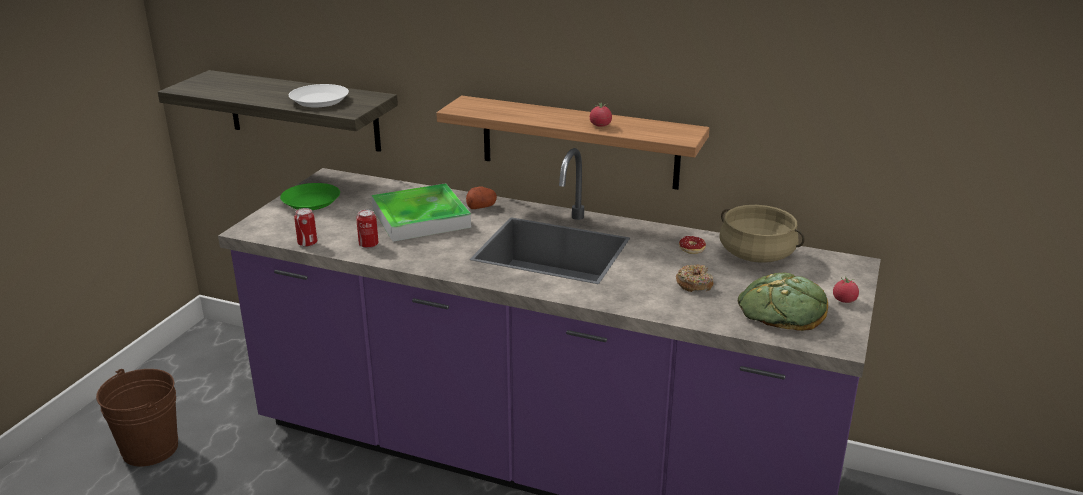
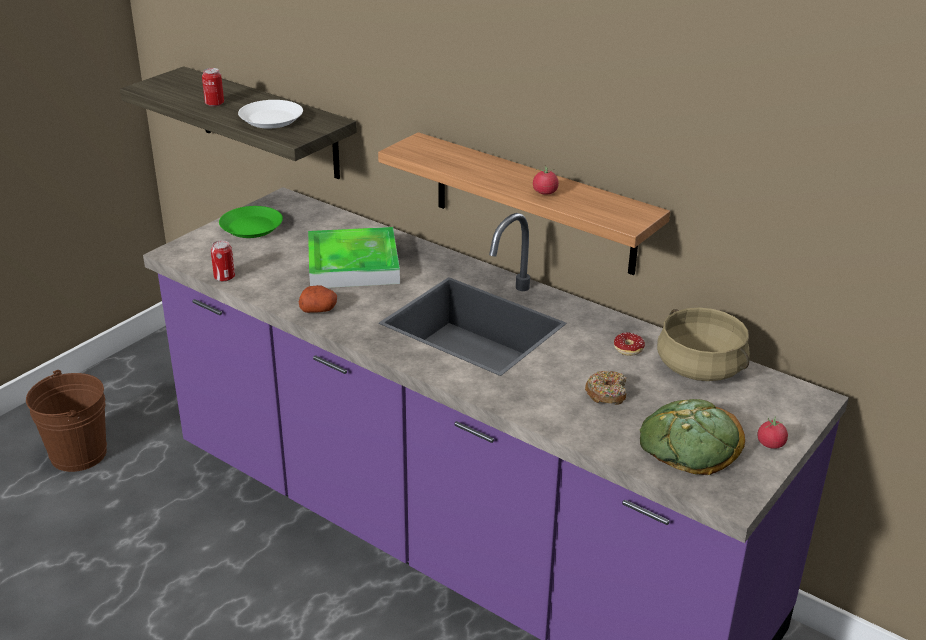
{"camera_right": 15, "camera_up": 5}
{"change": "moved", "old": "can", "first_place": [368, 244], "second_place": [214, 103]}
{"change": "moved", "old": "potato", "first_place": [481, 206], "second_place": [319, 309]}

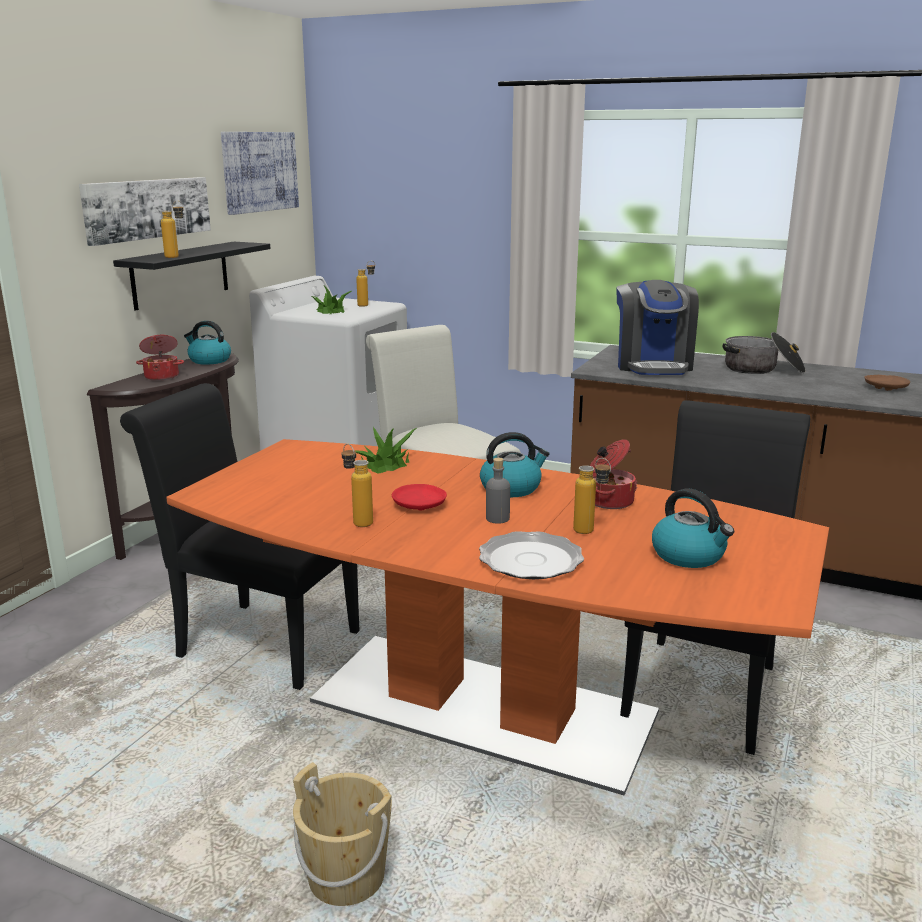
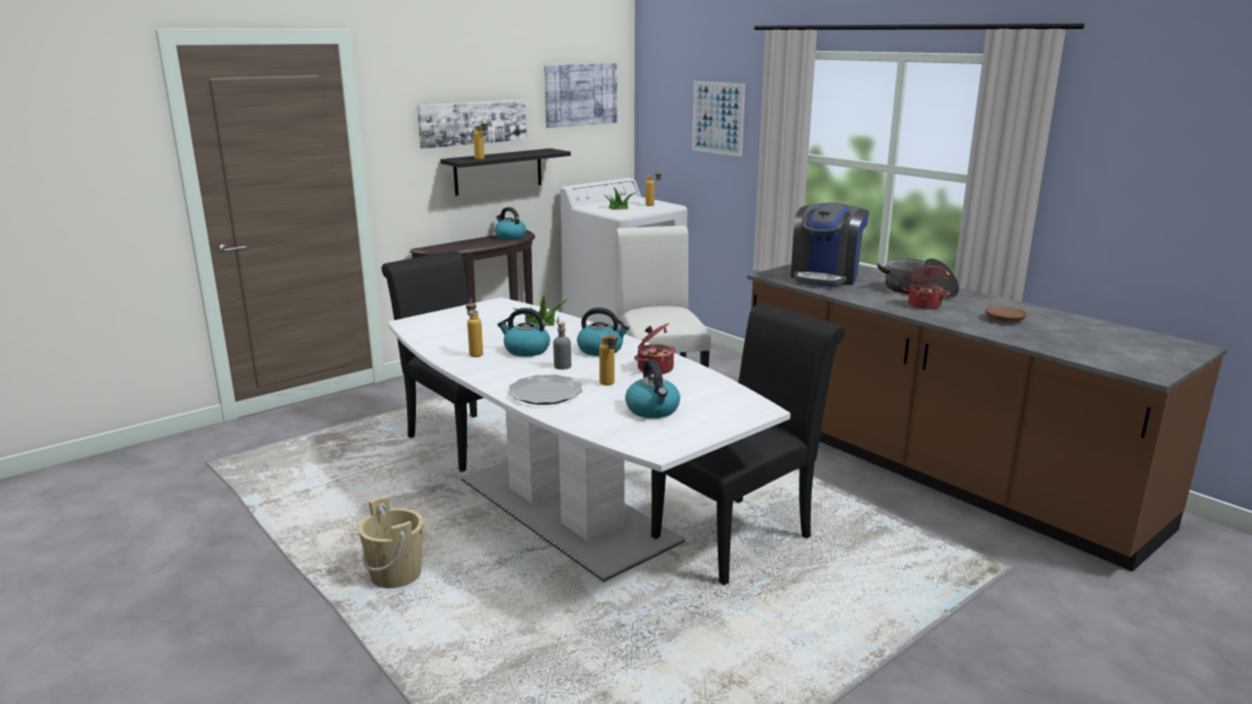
{"camera_right": 25, "camera_up": 0}
{"change": "recoloured", "old": "orange dining table", "new": "white dining table", "first_place": [481, 707], "second_place": [565, 509]}
{"change": "replaced", "old": "red plate", "new": "kettle", "first_place": [420, 505], "second_place": [526, 350]}
{"change": "added", "new": "picture", "second_place": [717, 118]}
{"change": "moved", "old": "cooking pot", "first_place": [162, 376], "second_place": [924, 305]}

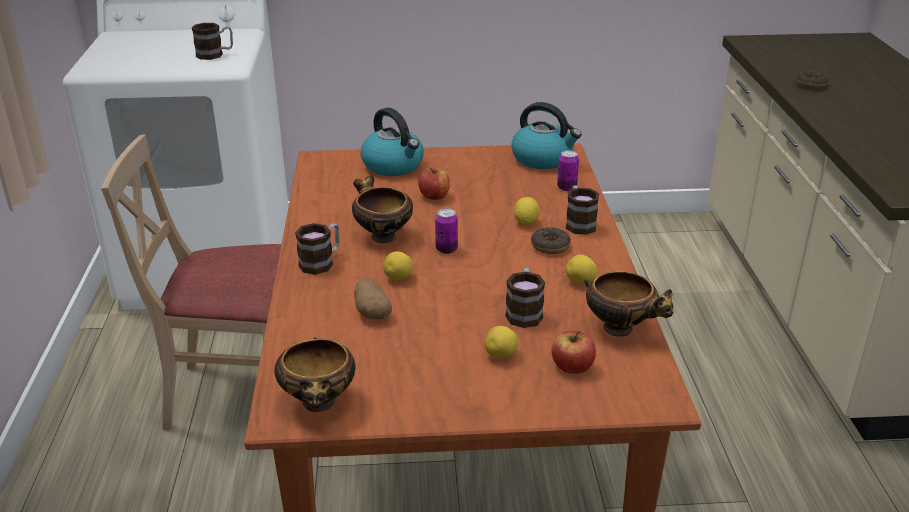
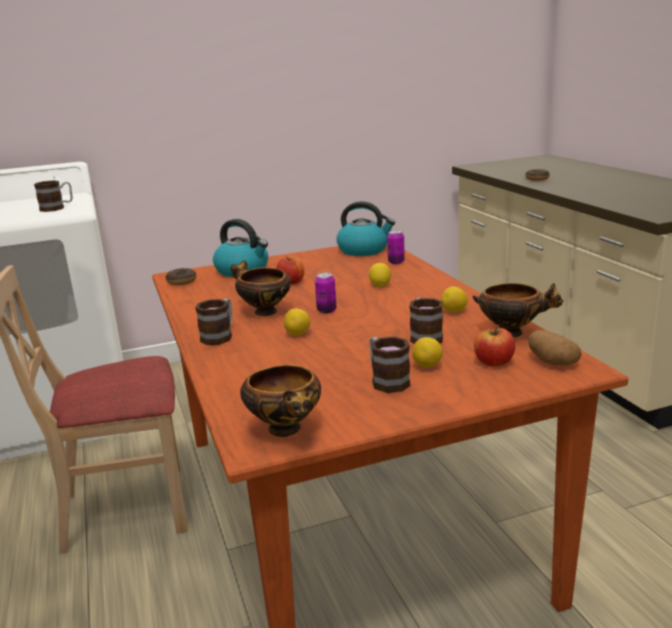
{"camera_right": -15, "camera_up": -10}
{"change": "moved", "old": "donut", "first_place": [550, 246], "second_place": [181, 281]}
{"change": "moved", "old": "mug", "first_place": [578, 223], "second_place": [386, 380]}
{"change": "moved", "old": "potato", "first_place": [371, 311], "second_place": [551, 362]}

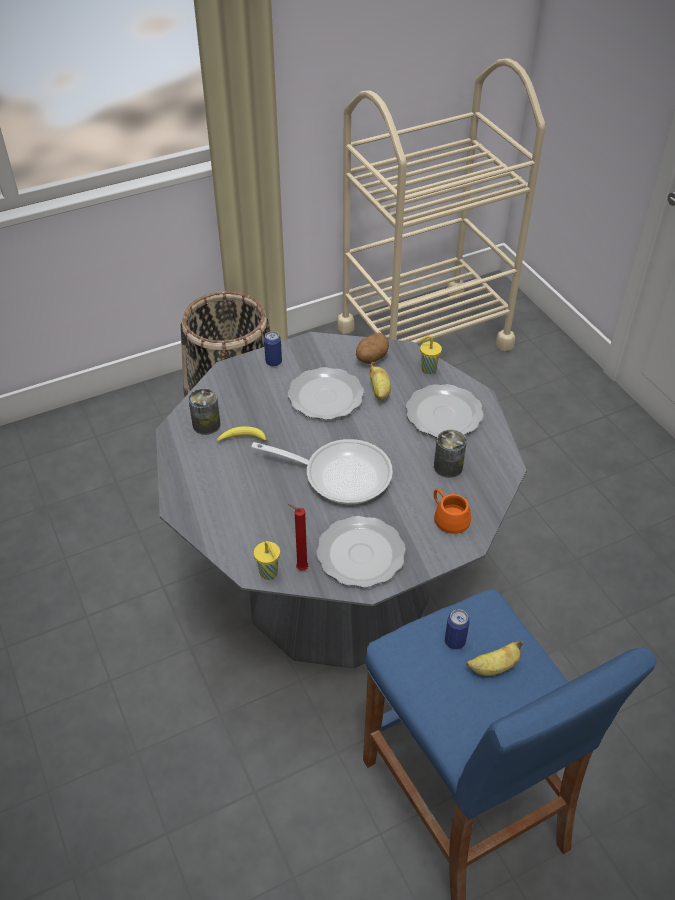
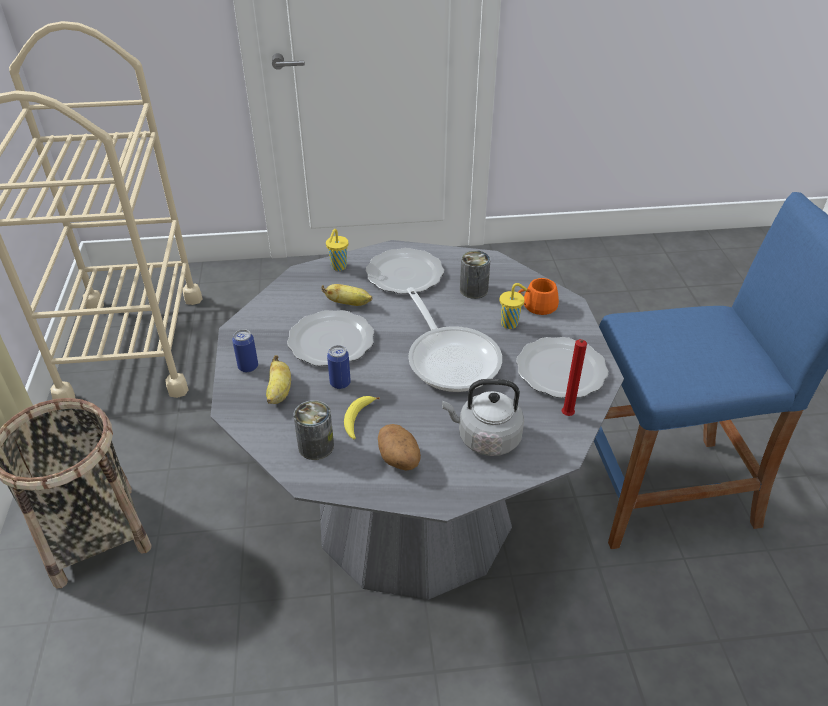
{"camera_right": -70, "camera_up": -5}
{"change": "moved", "old": "banana", "first_place": [493, 667], "second_place": [279, 392]}
{"change": "moved", "old": "can", "first_place": [455, 641], "second_place": [340, 383]}
{"change": "moved", "old": "potato", "first_place": [371, 358], "second_place": [399, 460]}
{"change": "turned", "old": "frying pan", "first_place": [340, 474], "second_place": [451, 358], "degrees": 120}
{"change": "added", "new": "grey kettle", "second_place": [485, 438]}
{"change": "moved", "old": "yellow cup", "first_place": [269, 573], "second_place": [510, 324]}

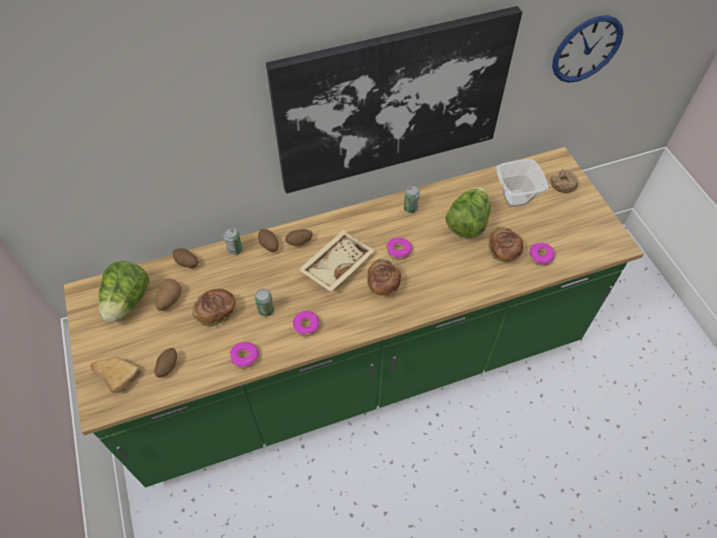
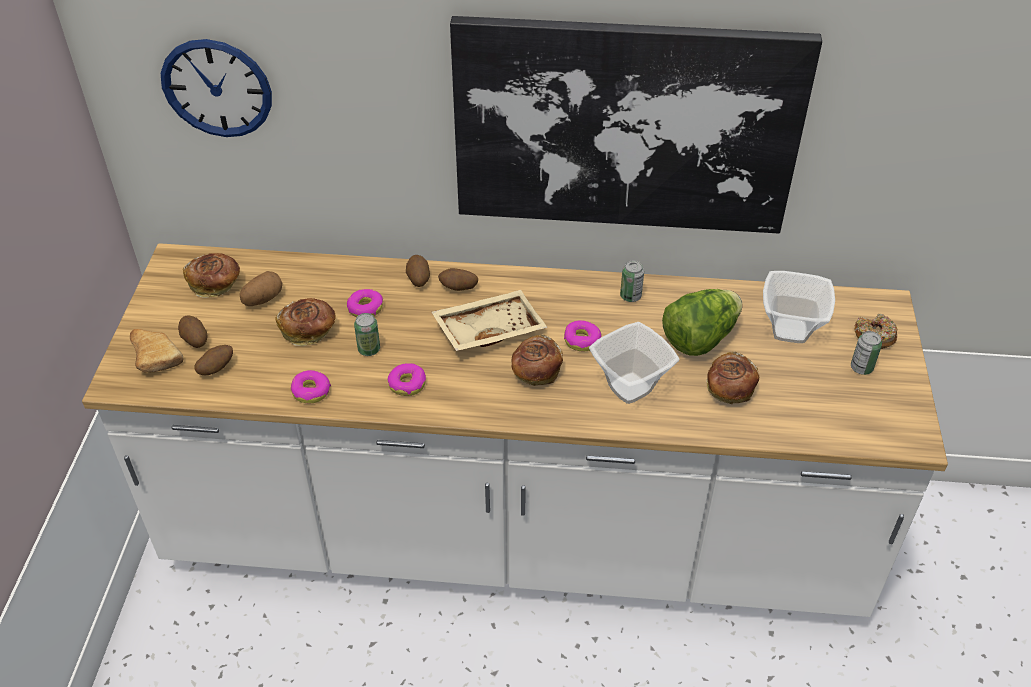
{"camera_right": 25, "camera_up": -10}
{"change": "recoloured", "old": "green counter", "new": "white counter", "first_place": [358, 368], "second_place": [515, 533]}
{"change": "moved", "old": "wall clock", "first_place": [586, 49], "second_place": [217, 88]}
{"change": "moved", "old": "potato", "first_place": [187, 263], "second_place": [195, 340]}
{"change": "replaced", "old": "lettuce", "new": "bread", "first_place": [128, 301], "second_place": [215, 284]}
{"change": "moved", "old": "donut", "first_place": [540, 256], "second_place": [365, 308]}
{"change": "added", "new": "bowl", "second_place": [632, 389]}
{"change": "moved", "old": "can", "first_place": [235, 250], "second_place": [861, 368]}

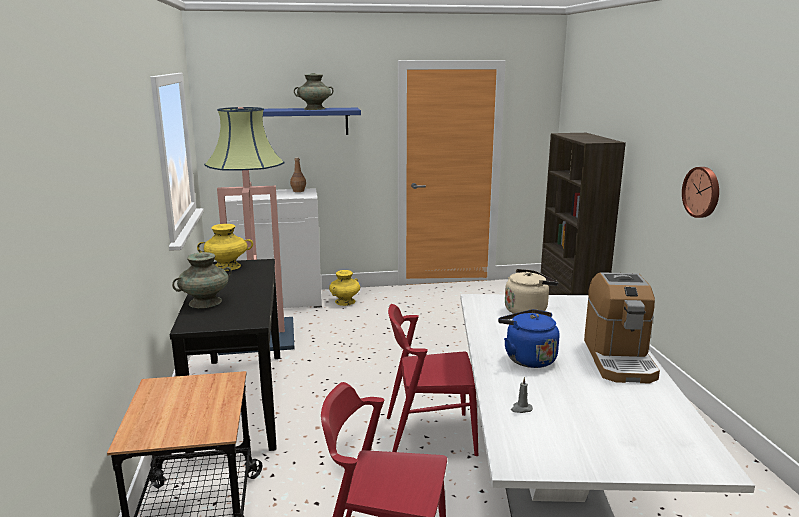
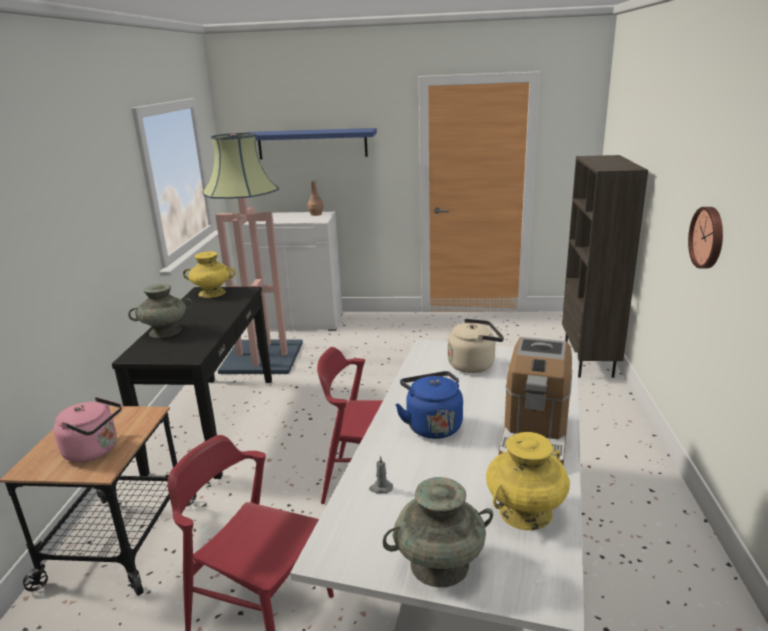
{"camera_right": 15, "camera_up": 5}
{"change": "added", "new": "pink kettle", "second_place": [95, 450]}
{"change": "moved", "old": "turquoise vase", "first_place": [314, 109], "second_place": [439, 565]}
{"change": "moved", "old": "yellow vase", "first_place": [345, 301], "second_place": [525, 511]}

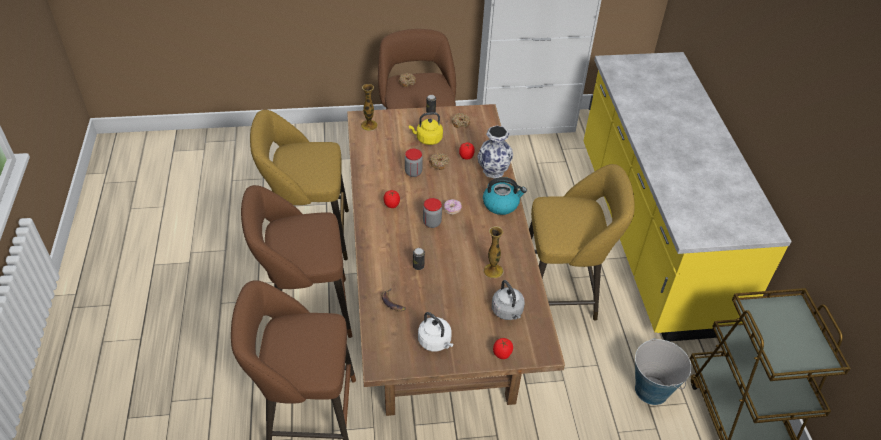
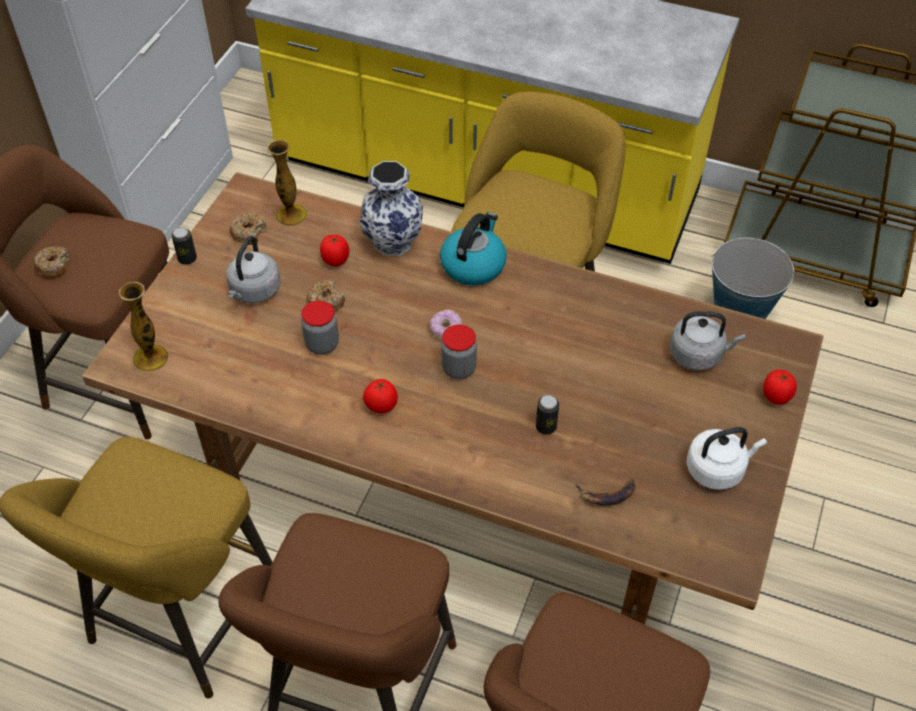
{"camera_right": -60, "camera_up": 5}
{"change": "recoloured", "old": "yellow kettle", "new": "grey kettle", "first_place": [427, 139], "second_place": [254, 292]}
{"change": "moved", "old": "vase", "first_place": [493, 271], "second_place": [291, 215]}

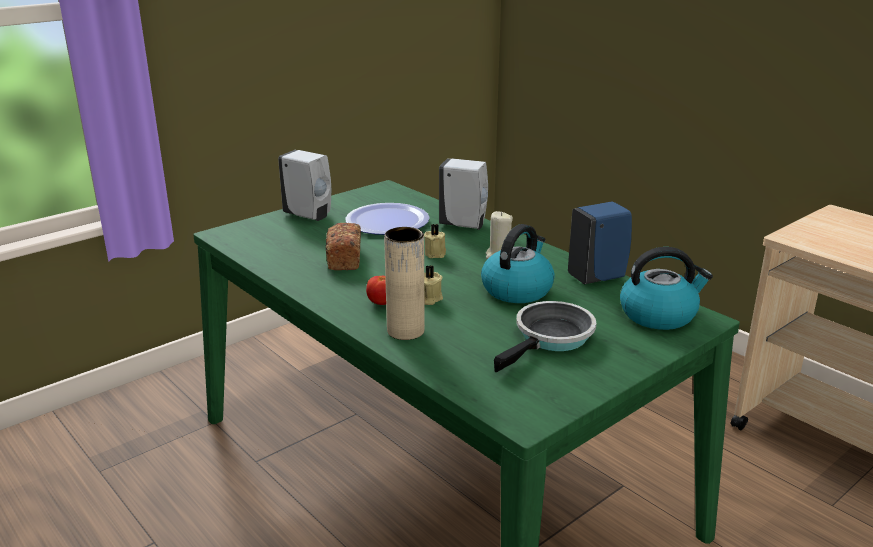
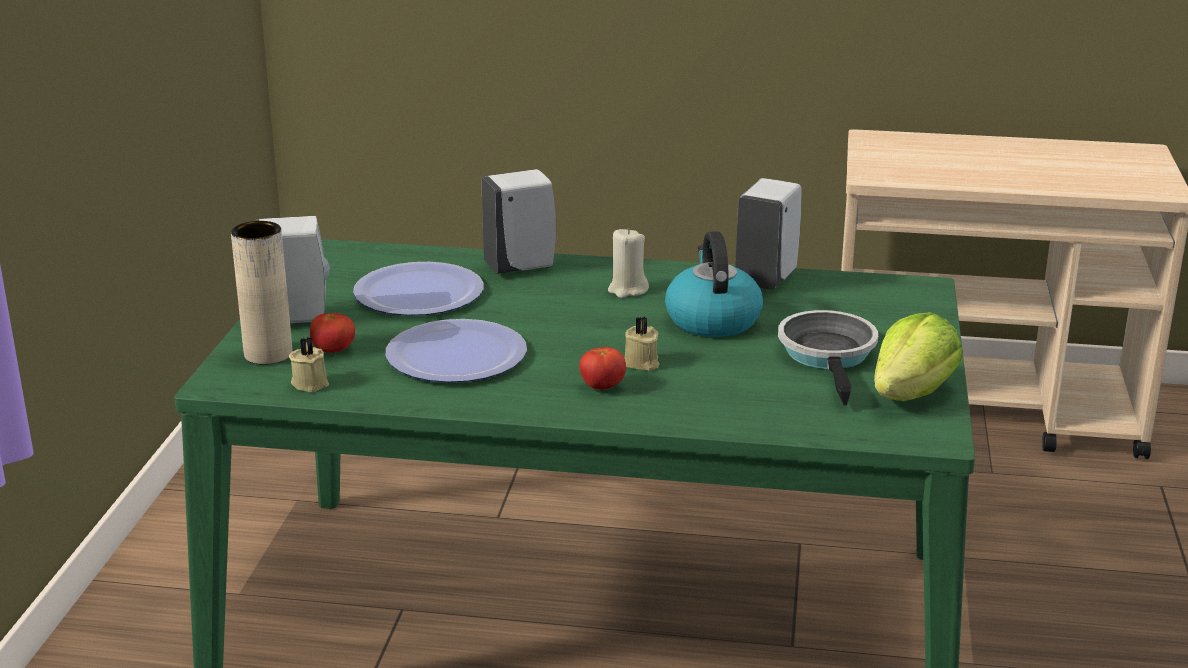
{"camera_right": -40, "camera_up": 0}
{"change": "moved", "old": "beige vase", "first_place": [405, 331], "second_place": [268, 354]}
{"change": "moved", "old": "beige candle", "first_place": [436, 253], "second_place": [310, 383]}
{"change": "added", "new": "tomato", "second_place": [333, 351]}
{"change": "replaced", "old": "bread", "new": "plate", "first_place": [344, 258], "second_place": [456, 355]}
{"change": "recoloured", "old": "blue soap dispenser", "new": "white soap dispenser", "first_place": [598, 277], "second_place": [766, 279]}
{"change": "added", "new": "lettuce", "second_place": [912, 394]}
{"change": "removed", "old": "kettle", "first_place": [659, 315]}

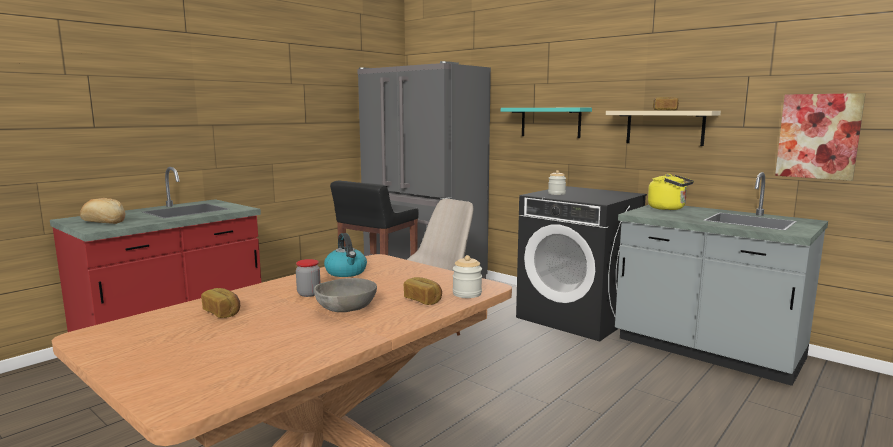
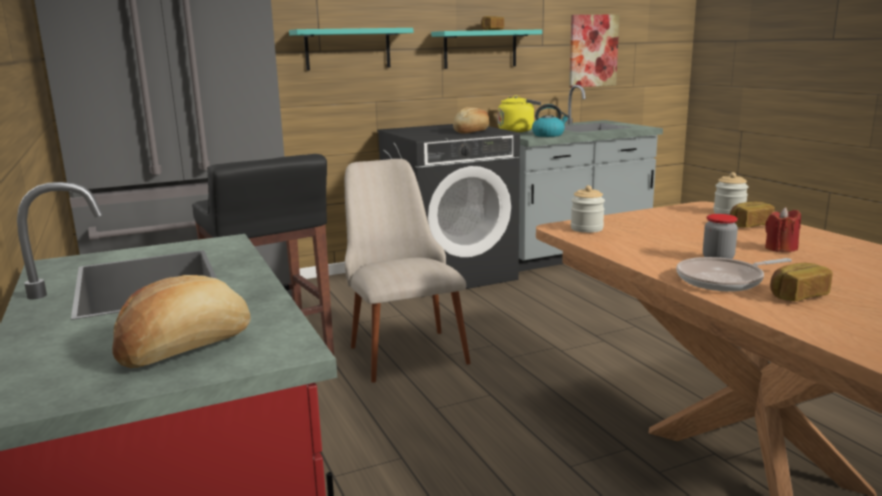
{"camera_right": -65, "camera_up": 5}
{"change": "recoloured", "old": "beige shelf", "new": "turquoise shelf", "first_place": [664, 127], "second_place": [480, 49]}
{"change": "added", "new": "bread", "second_place": [471, 131]}
{"change": "moved", "old": "kettle", "first_place": [346, 272], "second_place": [548, 135]}
{"change": "moved", "old": "jar", "first_place": [556, 193], "second_place": [586, 229]}
{"change": "added", "new": "frying pan", "second_place": [724, 280]}
{"change": "replaced", "old": "grey bowl", "new": "red candle", "first_place": [346, 309], "second_place": [780, 249]}

